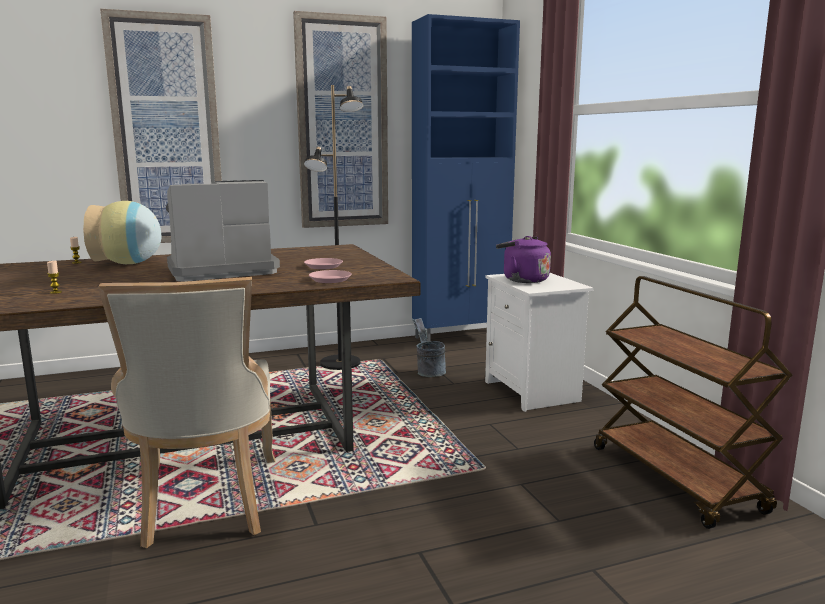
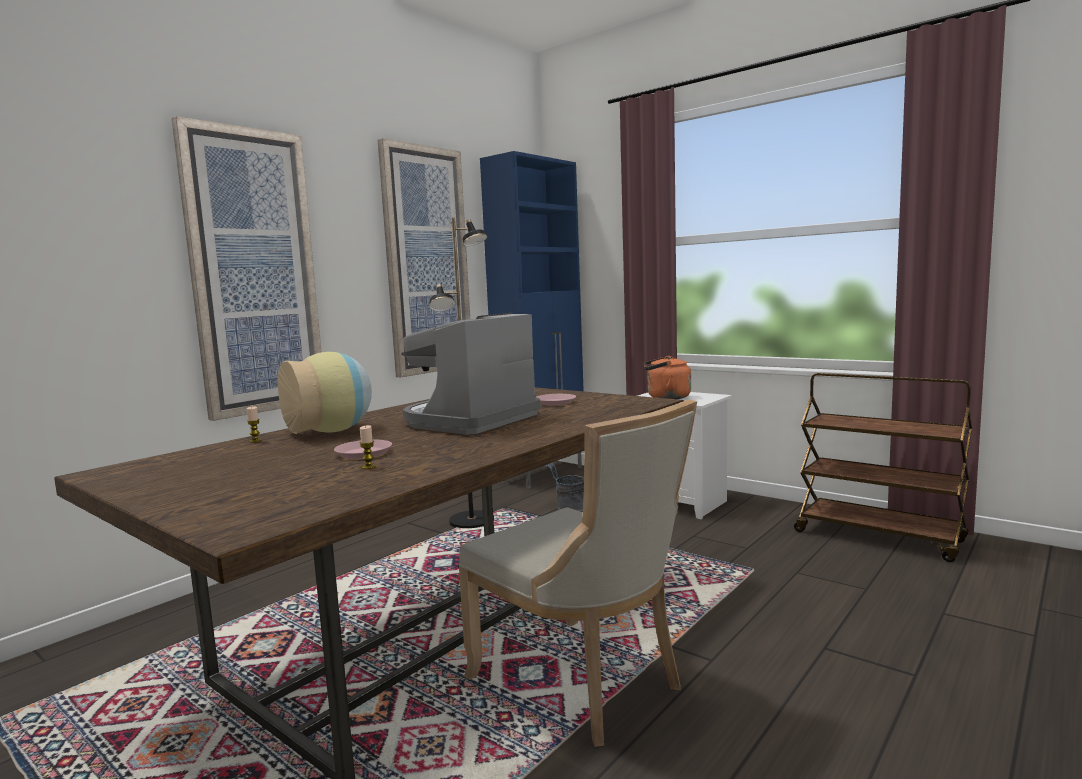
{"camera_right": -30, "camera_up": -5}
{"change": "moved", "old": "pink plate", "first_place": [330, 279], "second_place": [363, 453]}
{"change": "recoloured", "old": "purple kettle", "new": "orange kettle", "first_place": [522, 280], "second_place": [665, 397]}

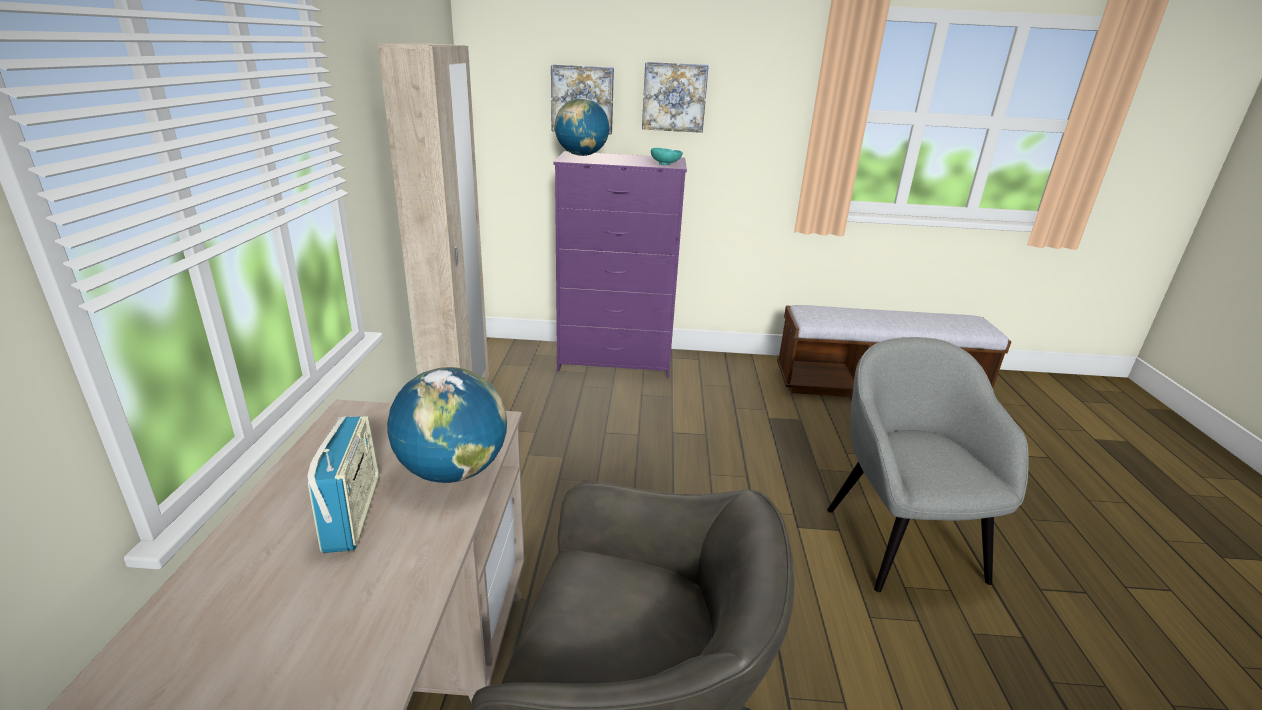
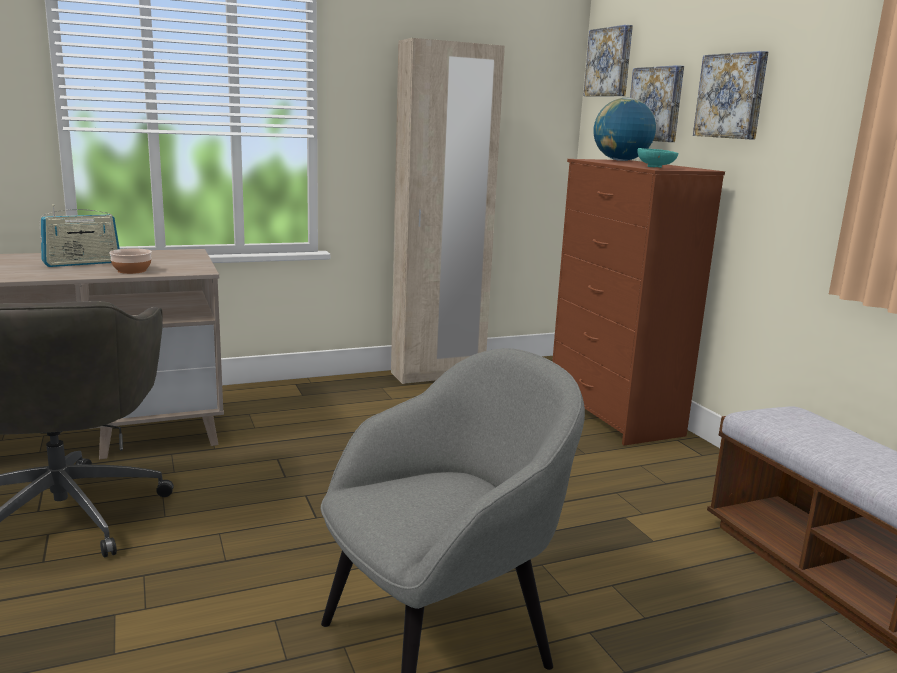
{"camera_right": 65, "camera_up": -10}
{"change": "replaced", "old": "globe", "new": "bowl", "first_place": [453, 471], "second_place": [132, 270]}
{"change": "recoloured", "old": "purple dresser", "new": "brown dresser", "first_place": [616, 362], "second_place": [613, 414]}
{"change": "added", "new": "picture", "second_place": [610, 62]}

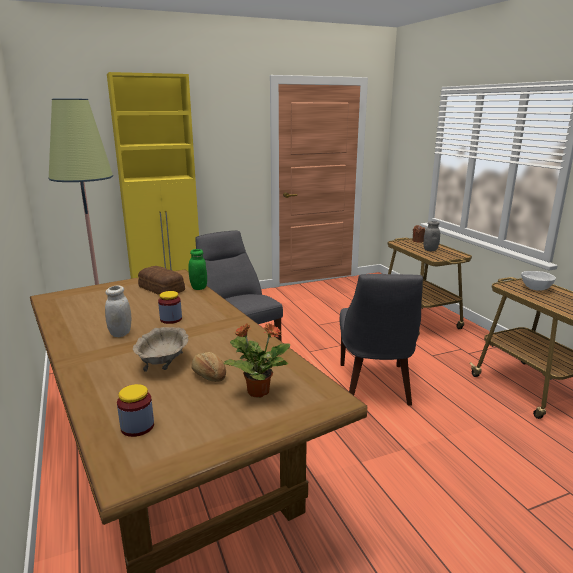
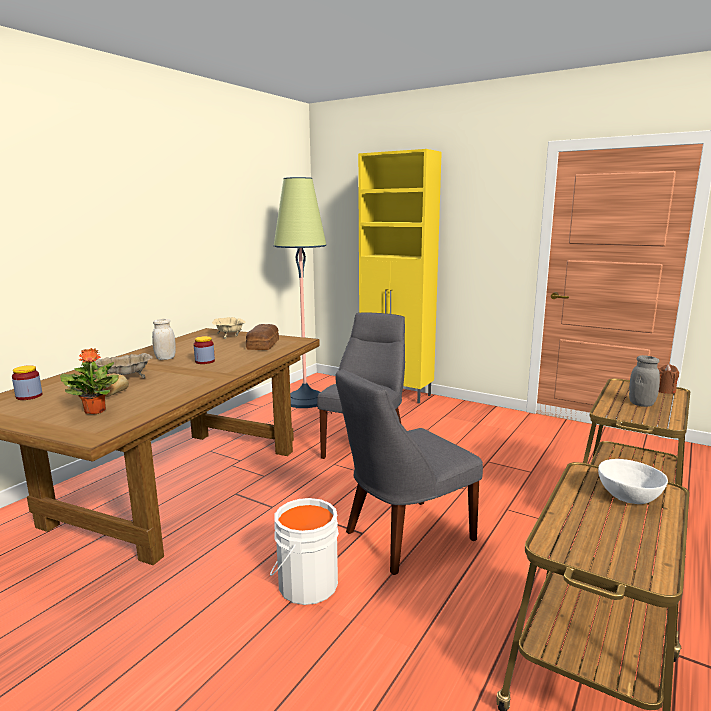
{"camera_right": 55, "camera_up": -5}
{"change": "added", "new": "beige bowl", "second_place": [230, 336]}
{"change": "added", "new": "white bucket", "second_place": [305, 584]}
{"change": "removed", "old": "green jar", "first_place": [198, 287]}

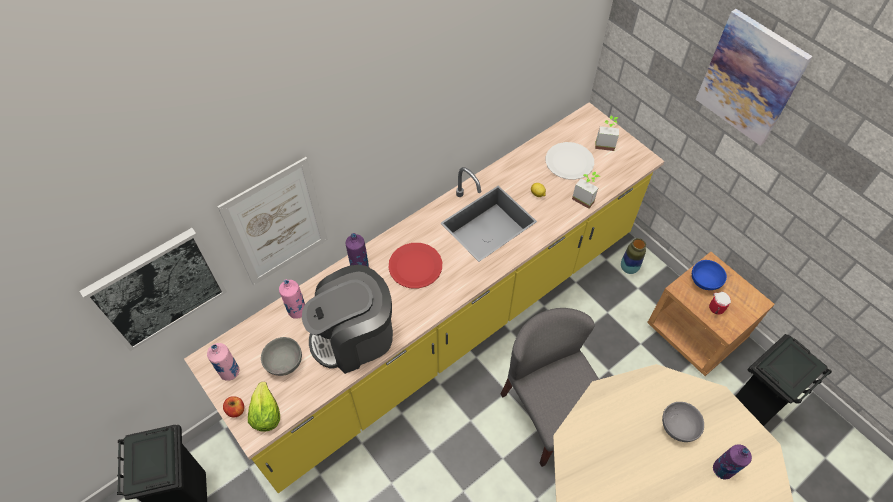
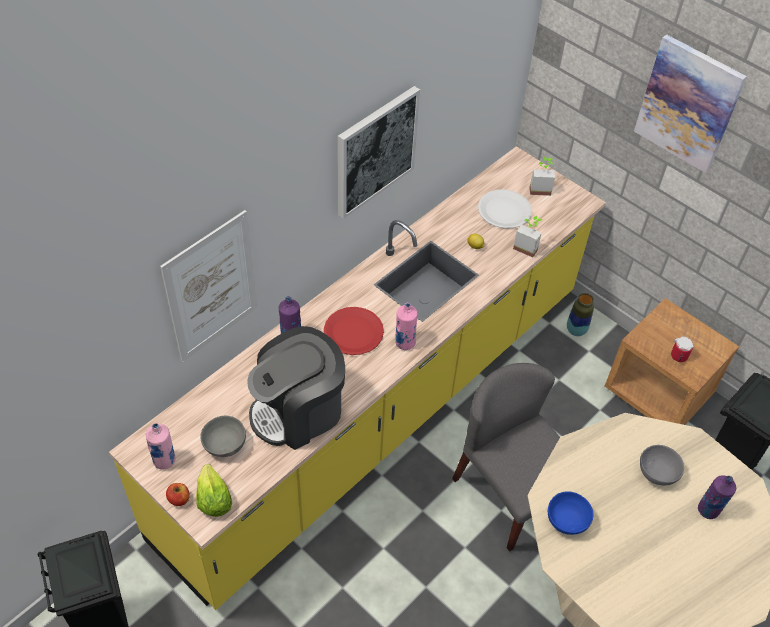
{"camera_right": -10, "camera_up": -5}
{"change": "moved", "old": "picture", "first_place": [158, 288], "second_place": [375, 151]}
{"change": "moved", "old": "pink bottle", "first_place": [297, 310], "second_place": [405, 342]}
{"change": "moved", "old": "blue bowl", "first_place": [705, 282], "second_place": [567, 522]}

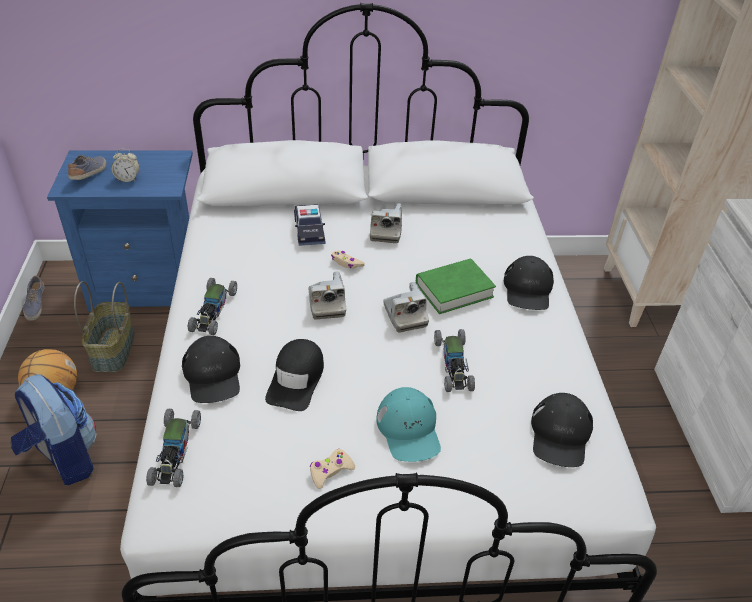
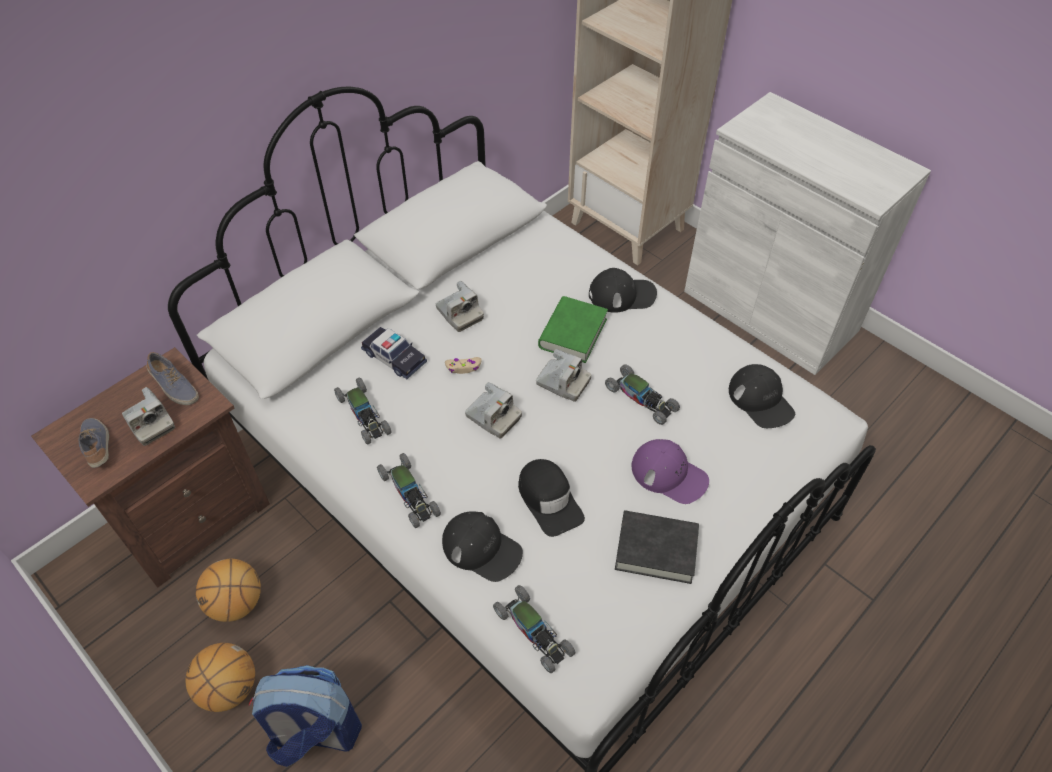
{"camera_right": -40, "camera_up": 10}
{"change": "recoloured", "old": "blue nightstand", "new": "brown nightstand", "first_place": [149, 286], "second_place": [192, 516]}
{"change": "replaced", "old": "alarm clock", "new": "photo camera", "first_place": [128, 179], "second_place": [150, 423]}
{"change": "moved", "old": "shoe", "first_place": [35, 304], "second_place": [174, 387]}
{"change": "replaced", "old": "basket", "new": "basketball", "first_place": [114, 350], "second_place": [236, 603]}
{"change": "added", "new": "toy car", "second_place": [364, 415]}
{"change": "turned", "old": "black cap", "first_place": [528, 289], "second_place": [622, 294], "degrees": -60}
{"change": "replaced", "old": "beige game controller", "new": "black book", "first_place": [330, 471], "second_place": [656, 549]}
{"change": "recoloured", "old": "turquoise cap", "new": "purple cap", "first_place": [409, 429], "second_place": [669, 474]}

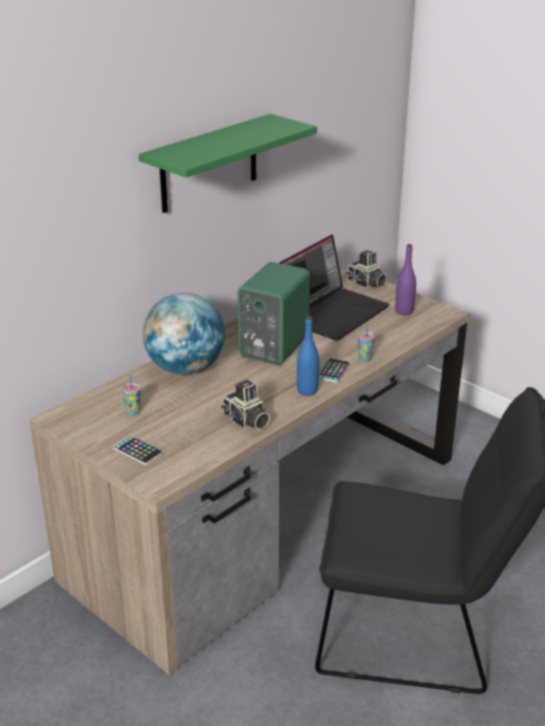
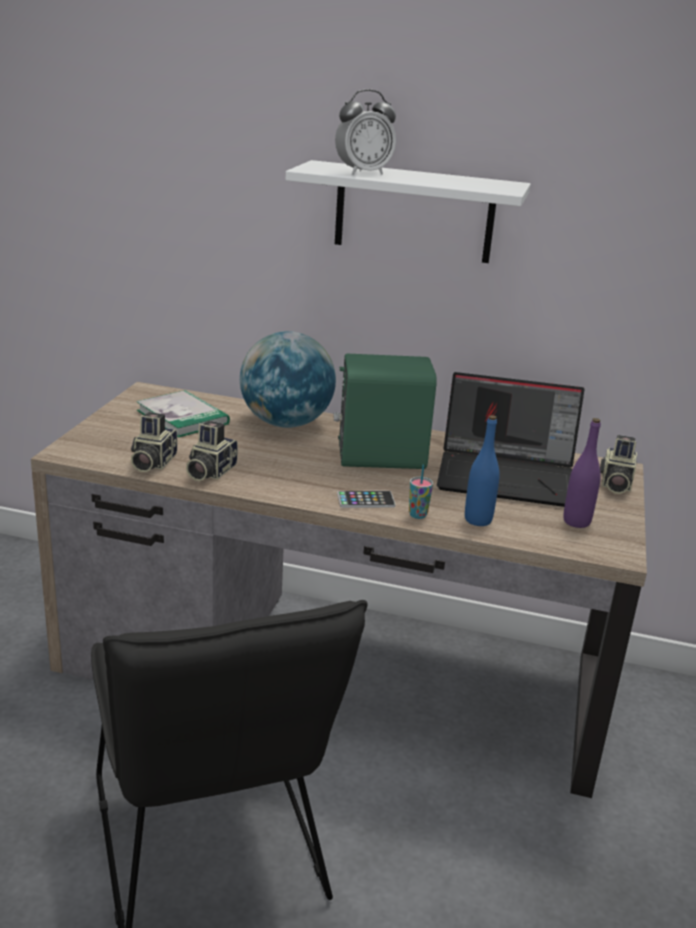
{"camera_right": 60, "camera_up": -5}
{"change": "added", "new": "photo camera", "second_place": [152, 462]}
{"change": "replaced", "old": "cup", "new": "book", "first_place": [133, 412], "second_place": [182, 417]}
{"change": "recoloured", "old": "green shelf", "new": "white shelf", "first_place": [209, 164], "second_place": [414, 212]}
{"change": "added", "new": "alarm clock", "second_place": [363, 173]}
{"change": "moved", "old": "blue bottle", "first_place": [307, 391], "second_place": [478, 520]}
{"change": "removed", "old": "phone", "first_place": [138, 451]}

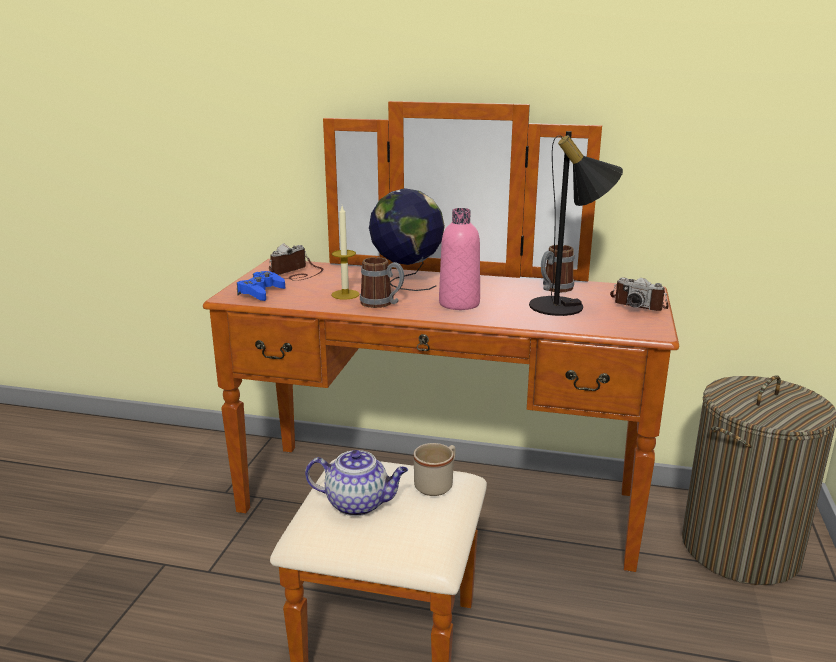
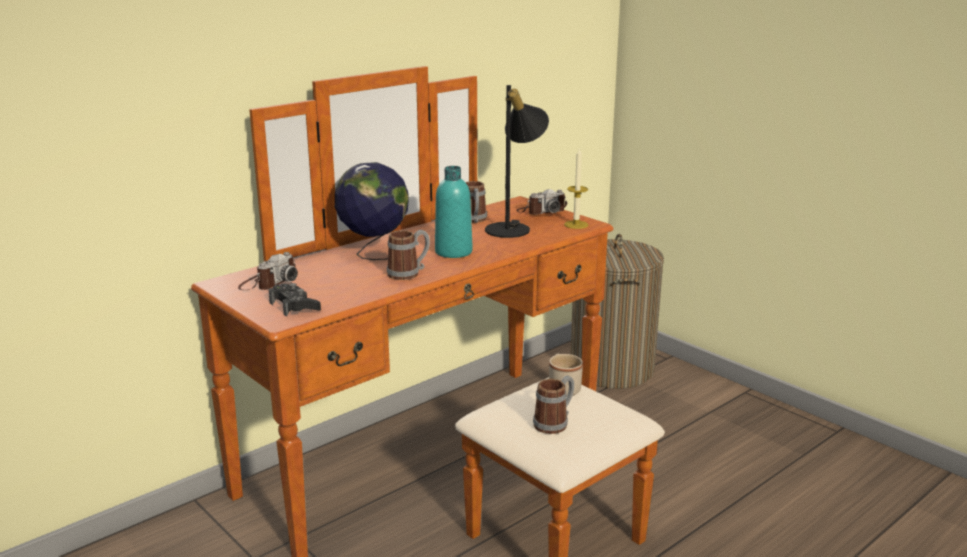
{"camera_right": -55, "camera_up": 0}
{"change": "turned", "old": "photo camera", "first_place": [296, 273], "second_place": [268, 283], "degrees": -135}
{"change": "recoloured", "old": "blue game controller", "new": "black game controller", "first_place": [261, 292], "second_place": [294, 306]}
{"change": "recoloured", "old": "pink bottle", "new": "turquoise bottle", "first_place": [459, 304], "second_place": [453, 252]}
{"change": "replaced", "old": "teapot", "new": "mug", "first_place": [358, 504], "second_place": [555, 422]}
{"change": "moved", "old": "candle", "first_place": [345, 294], "second_place": [576, 224]}

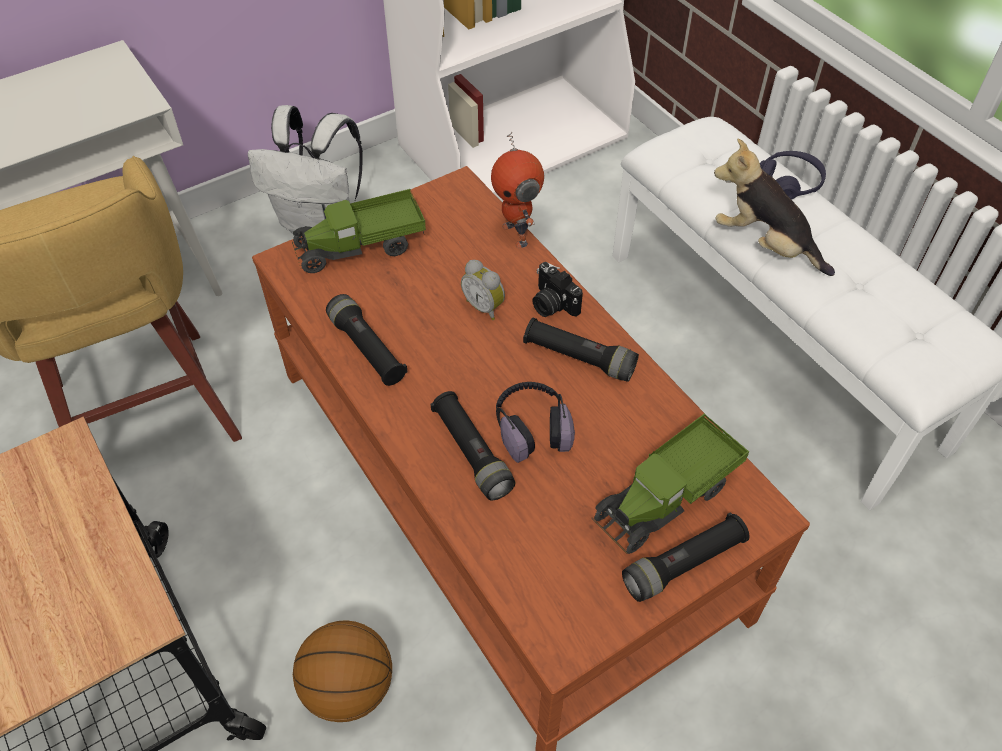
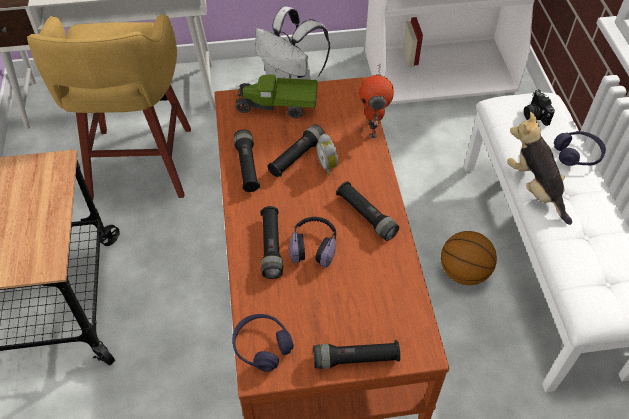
{"camera_right": 25, "camera_up": 0}
{"change": "added", "new": "purple headphones", "second_place": [262, 346]}
{"change": "added", "new": "black flashlight", "second_place": [296, 157]}
{"change": "moved", "old": "basketball", "first_place": [348, 687], "second_place": [463, 272]}
{"change": "moved", "old": "photo camera", "first_place": [552, 304], "second_place": [534, 115]}
{"change": "removed", "old": "toy truck", "first_place": [667, 498]}

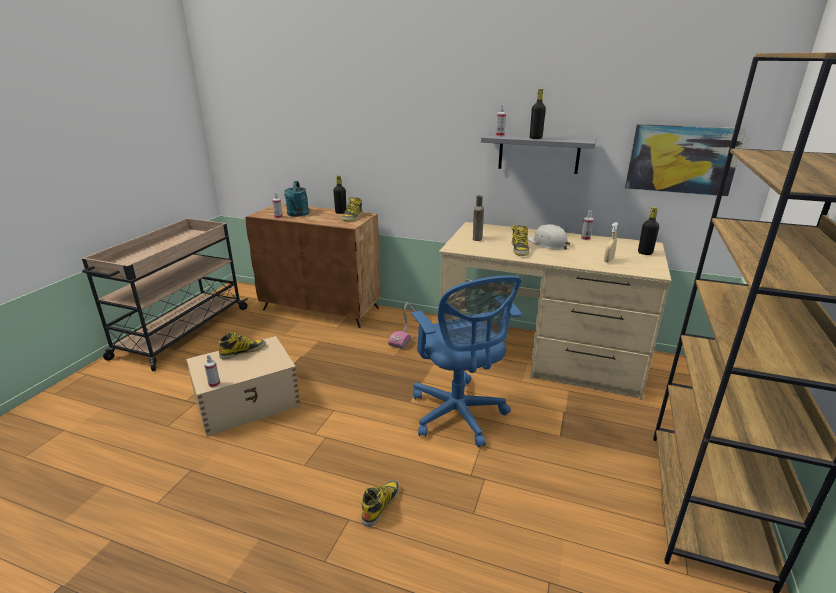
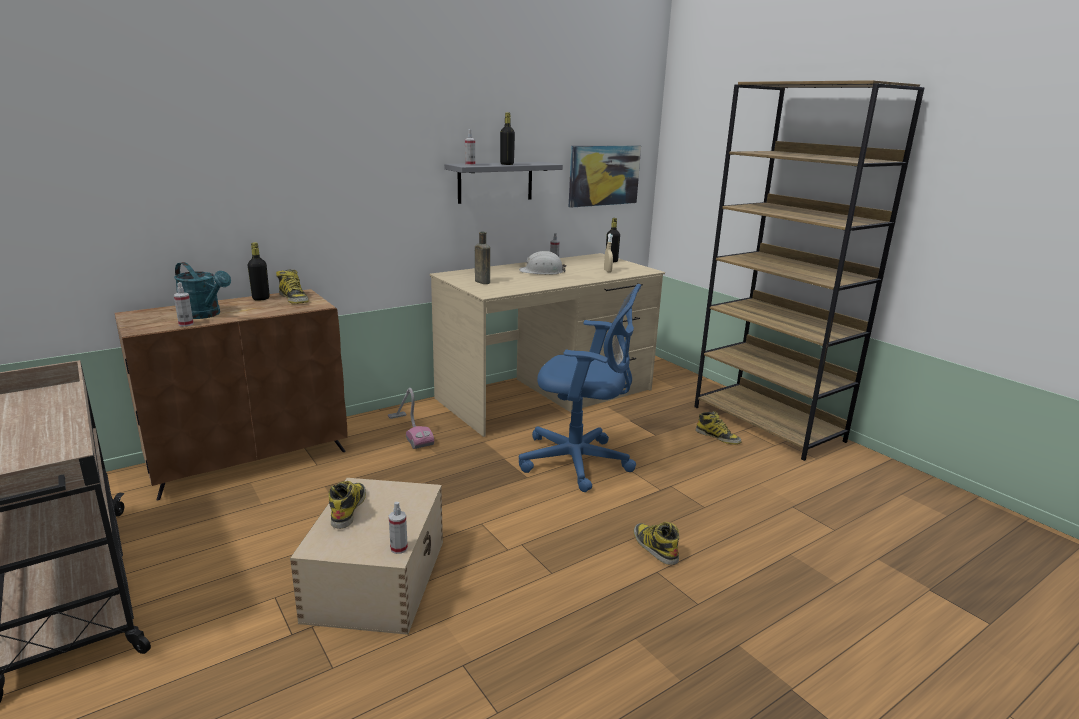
{"camera_right": -55, "camera_up": -5}
{"change": "moved", "old": "boot", "first_place": [519, 249], "second_place": [718, 437]}

